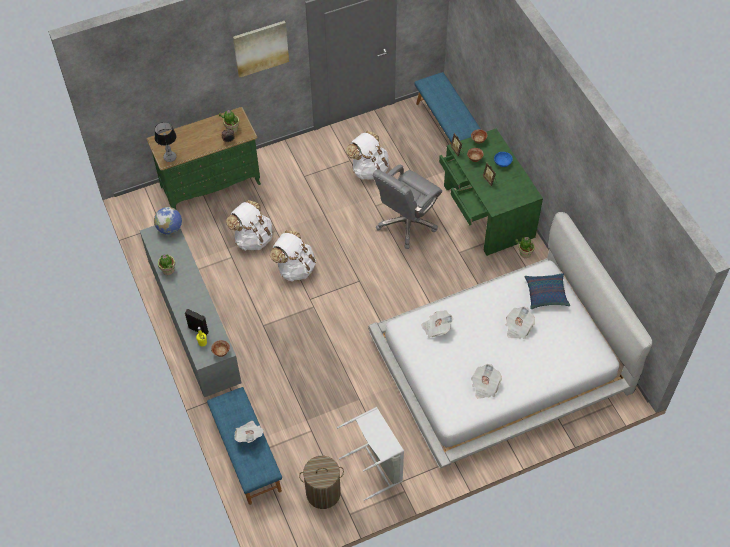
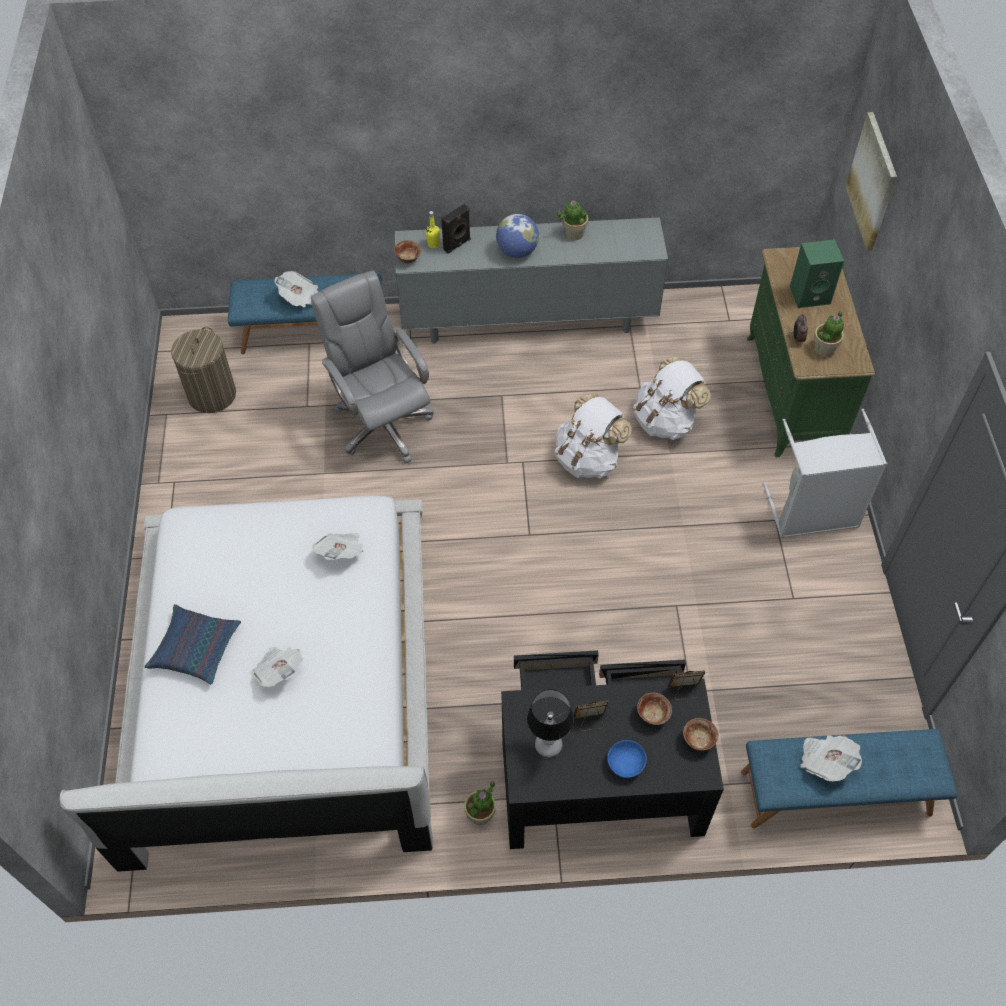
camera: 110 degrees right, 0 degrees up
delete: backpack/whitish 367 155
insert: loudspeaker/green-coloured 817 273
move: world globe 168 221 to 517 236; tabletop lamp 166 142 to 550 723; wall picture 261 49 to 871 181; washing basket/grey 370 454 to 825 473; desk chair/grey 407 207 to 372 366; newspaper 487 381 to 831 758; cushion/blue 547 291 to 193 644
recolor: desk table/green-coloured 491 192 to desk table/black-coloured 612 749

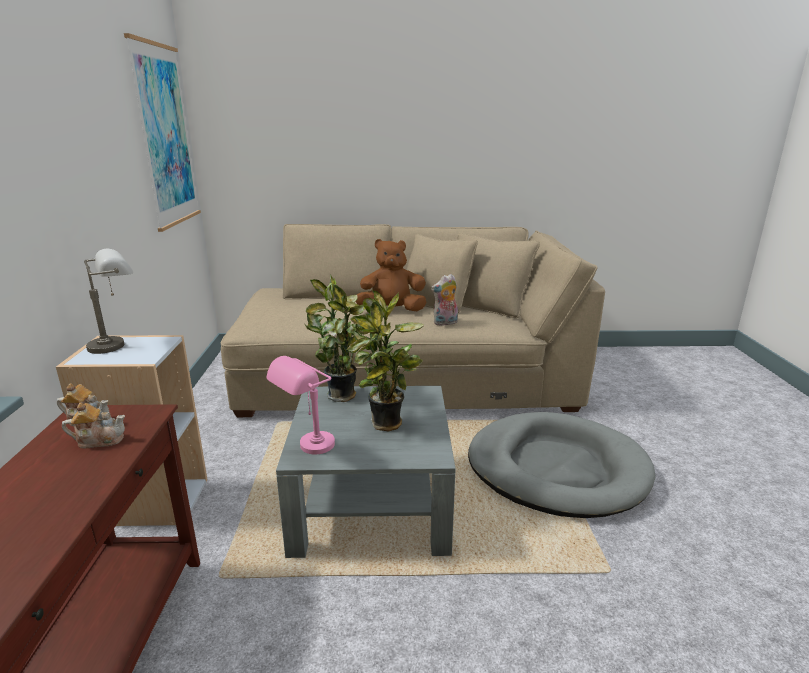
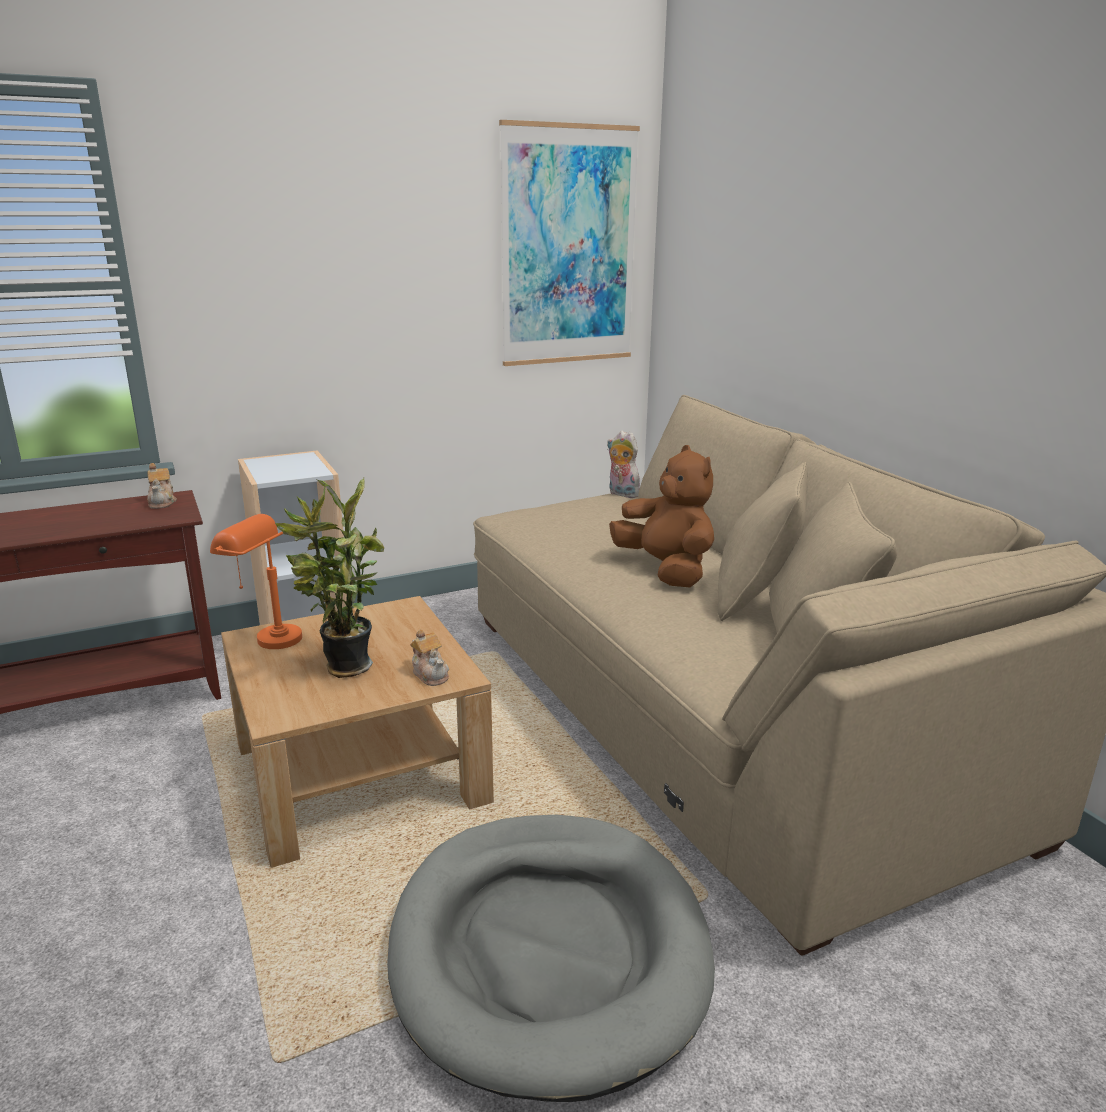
camera: 65 degrees right, 0 degrees up
delete: tabletop lamp/grey 108 301; houseplant 338 338
move: tea pot 93 425 to 429 657; plush toy 444 300 to 623 464
recolor: tabletop lamp/pink 301 405 to tabletop lamp/orange-coloured 256 581; coffee table/grey 366 472 to coffee table/brownish 357 732

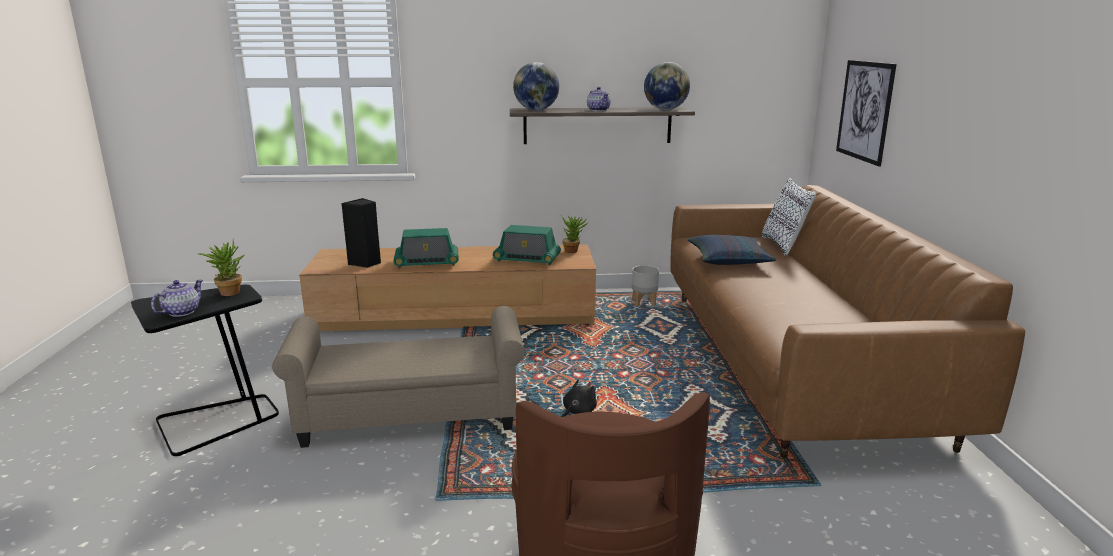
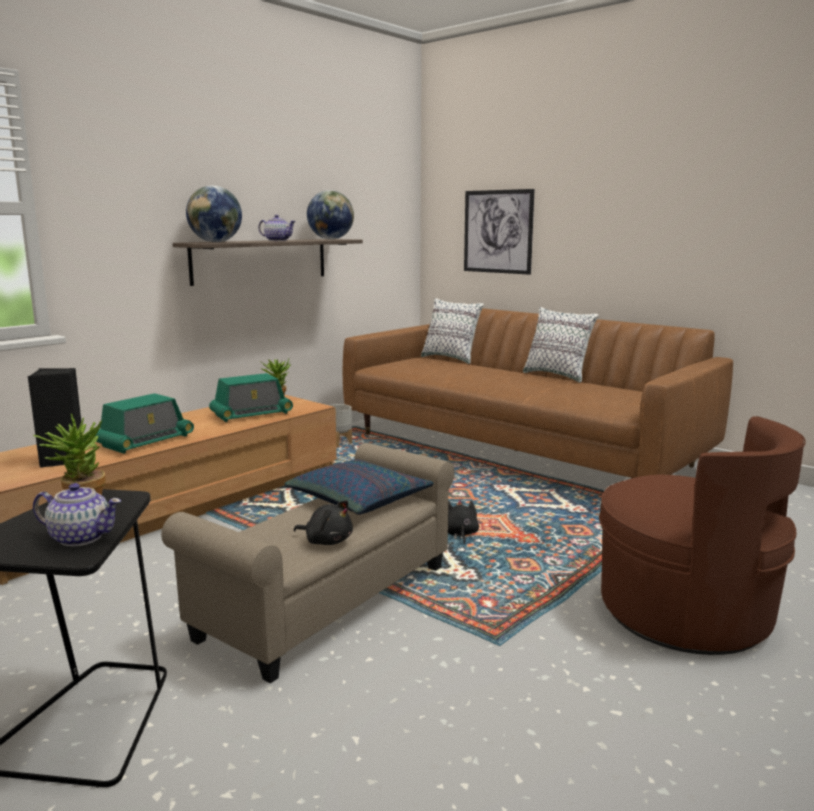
camera: 45 degrees left, 5 degrees down
insert: plush toy/black-coloured 323 522; cushion/whitish 560 345
move: cushion/blue 732 250 to 359 487
rotate: tea pot 177 298 = 77 514 120 degrees clockwise

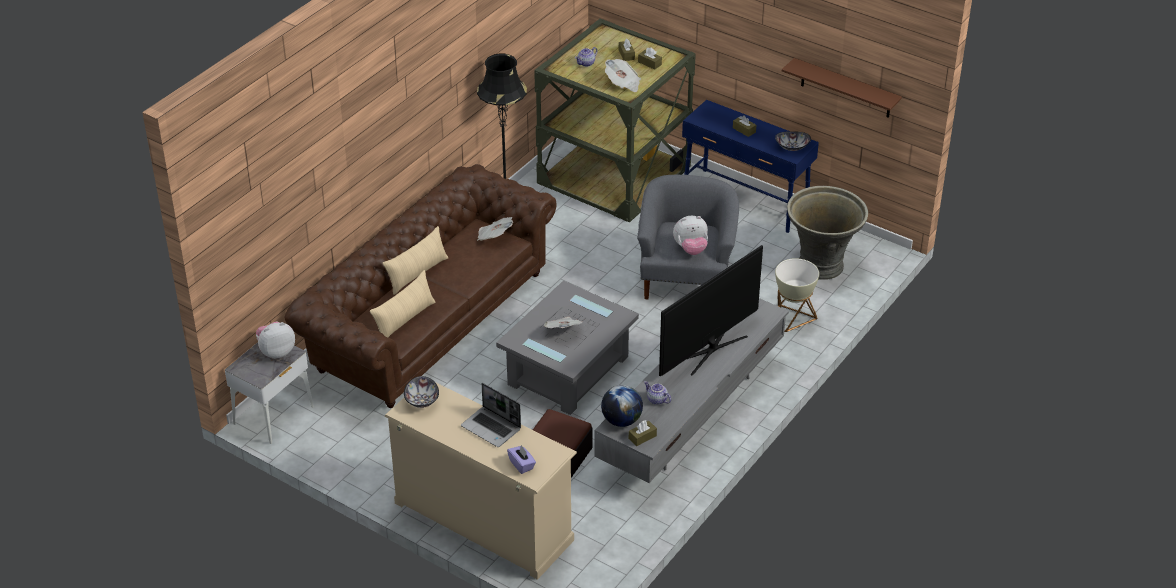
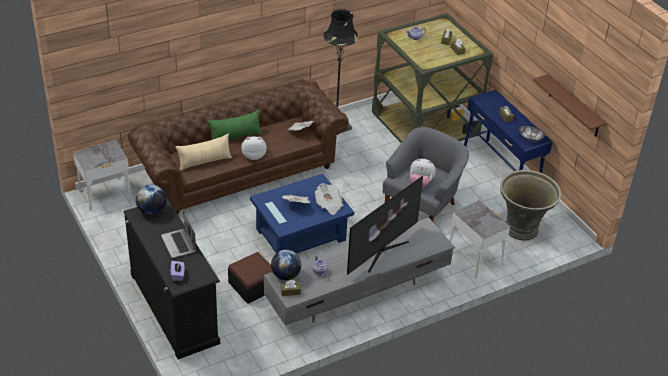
camera: 25 degrees right, 0 degrees up
move: plush toy 275 340 to 254 148; newspaper 623 75 to 329 199
replace: serving bowl 421 392 to world globe 151 200; flower pot 797 295 to accent table 479 239
recolor: cushion/sand-coloured 415 260 to cushion/green-coloured 234 125; cabinet/sand-coloured 481 481 to cabinet/black-coloured 171 278; coffee table/grey 567 348 to coffee table/blue 302 214
rotate: television 711 310 = 385 225 150 degrees clockwise

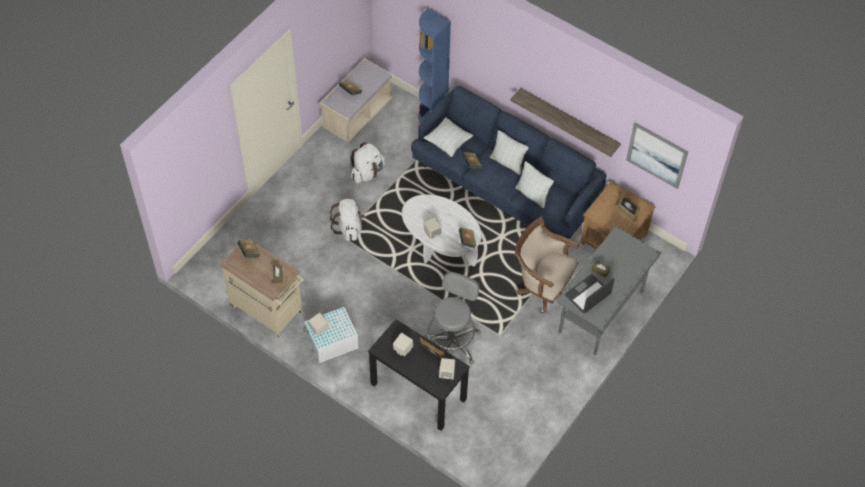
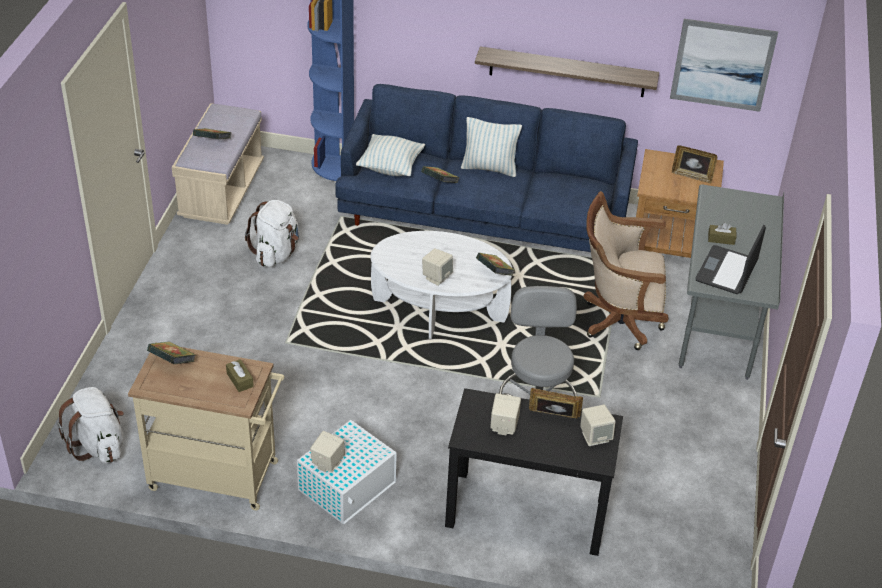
camera: 25 degrees left, 15 degrees down
delete: cushion 534 184
move: backpack/whitish 347 220 to 90 425

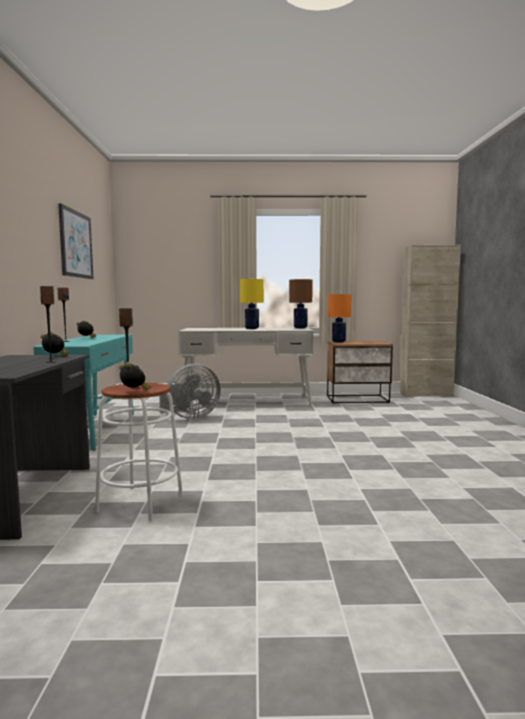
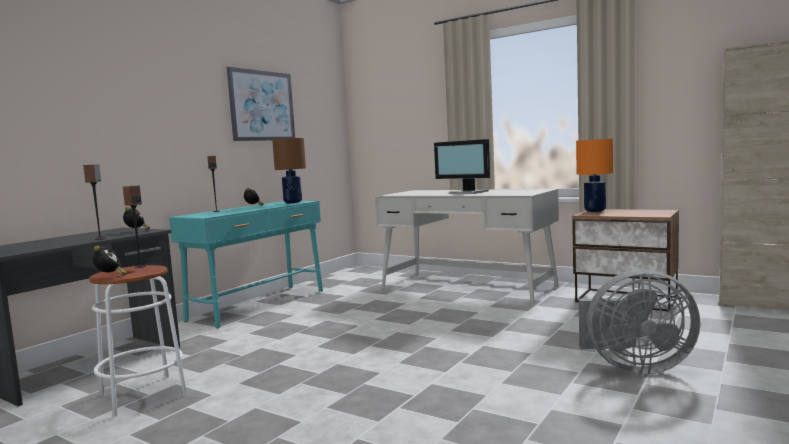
camera: 35 degrees right, 0 degrees up
move: fan/grey 190 391 to 640 322; tabletop lamp/brownish 301 303 to 289 171
replace: tabletop lamp/yellowish 252 304 to computer display 462 166

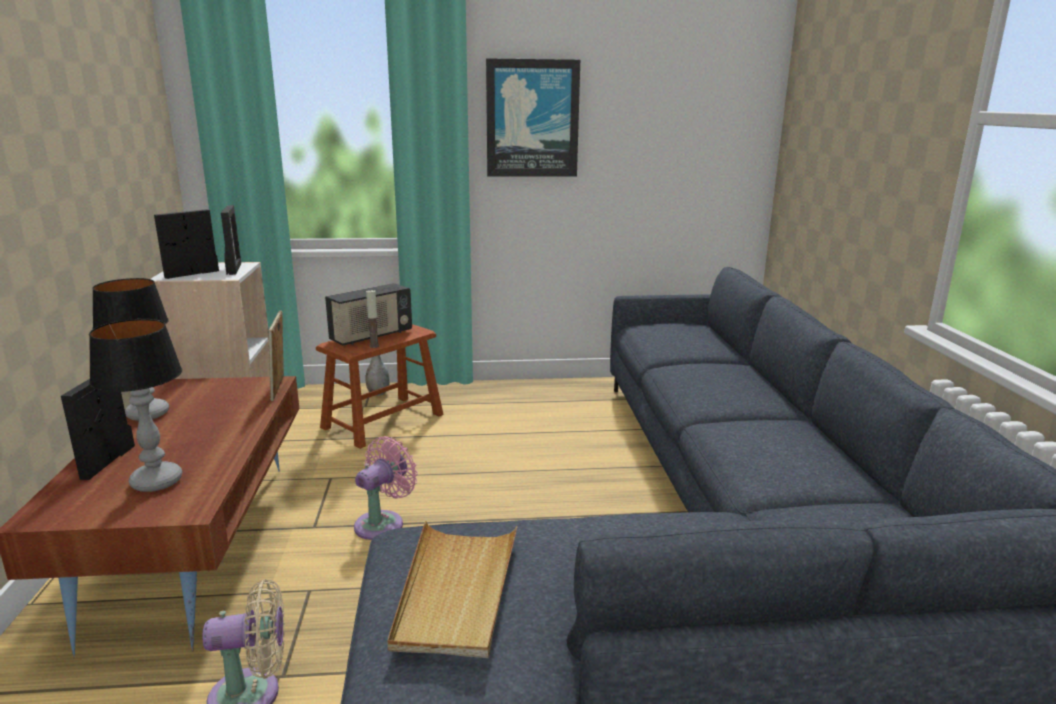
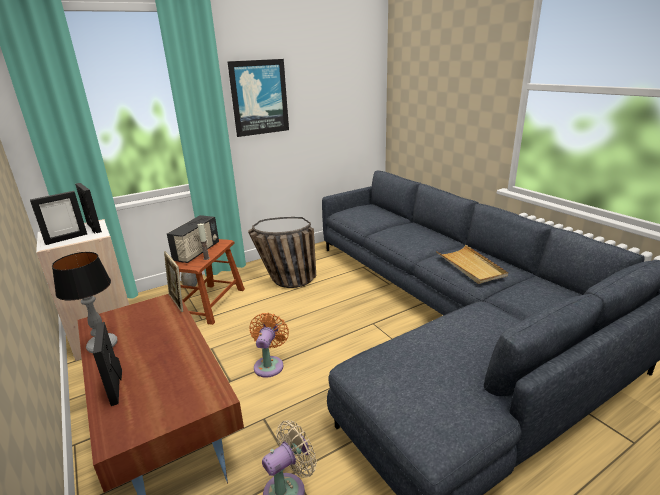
camera: 25 degrees left, 5 degrees up
delete: tabletop lamp 135 405
insert: basket 282 252
move: carrying tray/sand-coloured 452 589 to 472 264
recolor: fan/pink 386 488 to fan/orange-coloured 269 345
rotate: picture frame 186 244 = 58 218 150 degrees counterclockwise

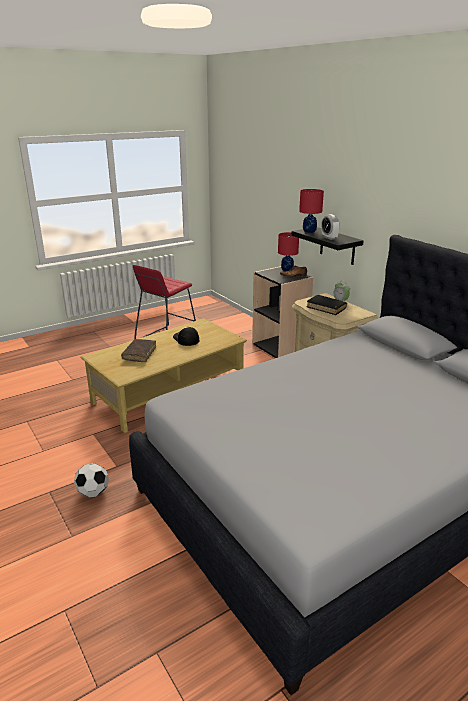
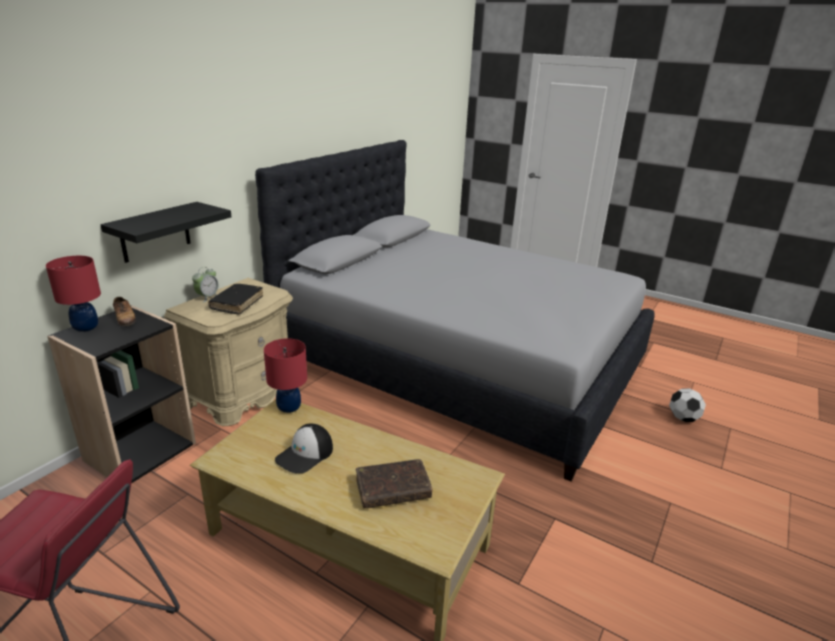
camera: 115 degrees left, 0 degrees up
delete: table clock 330 227
move: football 91 480 to 687 405; tabletop lamp/reddish 311 211 to 285 375

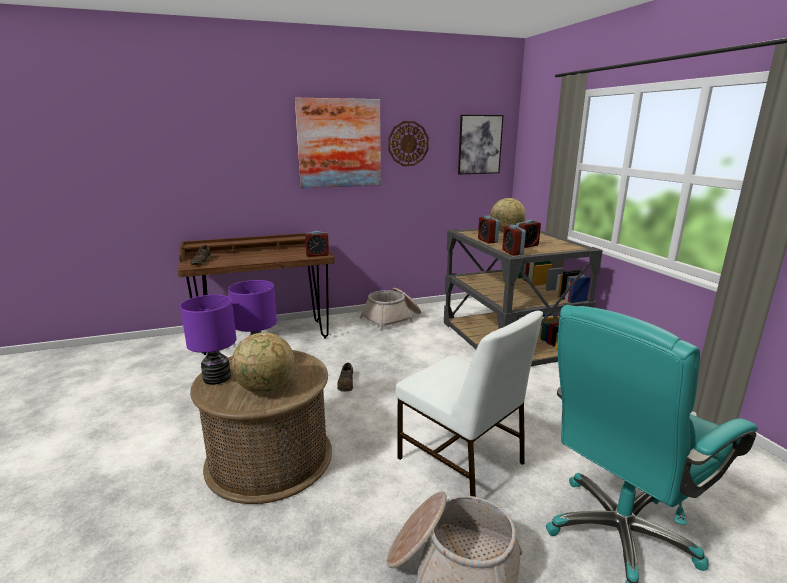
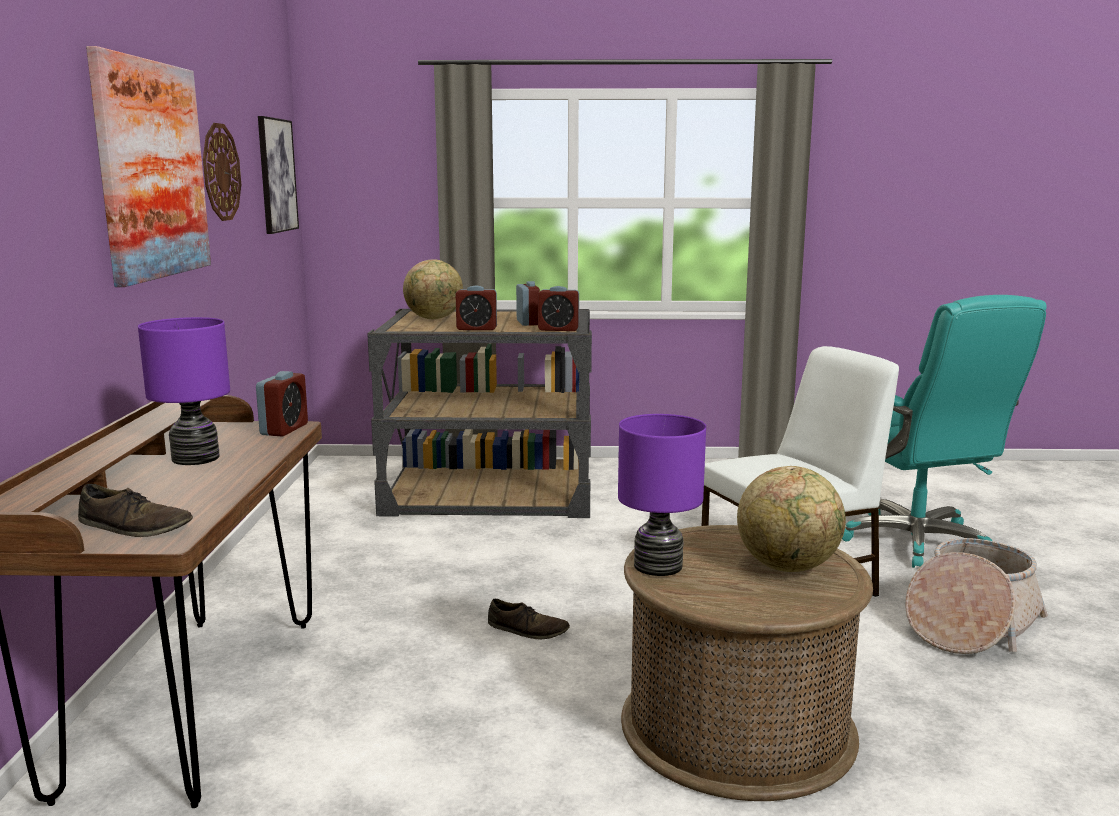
camera: 70 degrees left, 5 degrees down
delete: basket 390 309
move: tabletop lamp/purple-coloured 208 340 to 184 391

